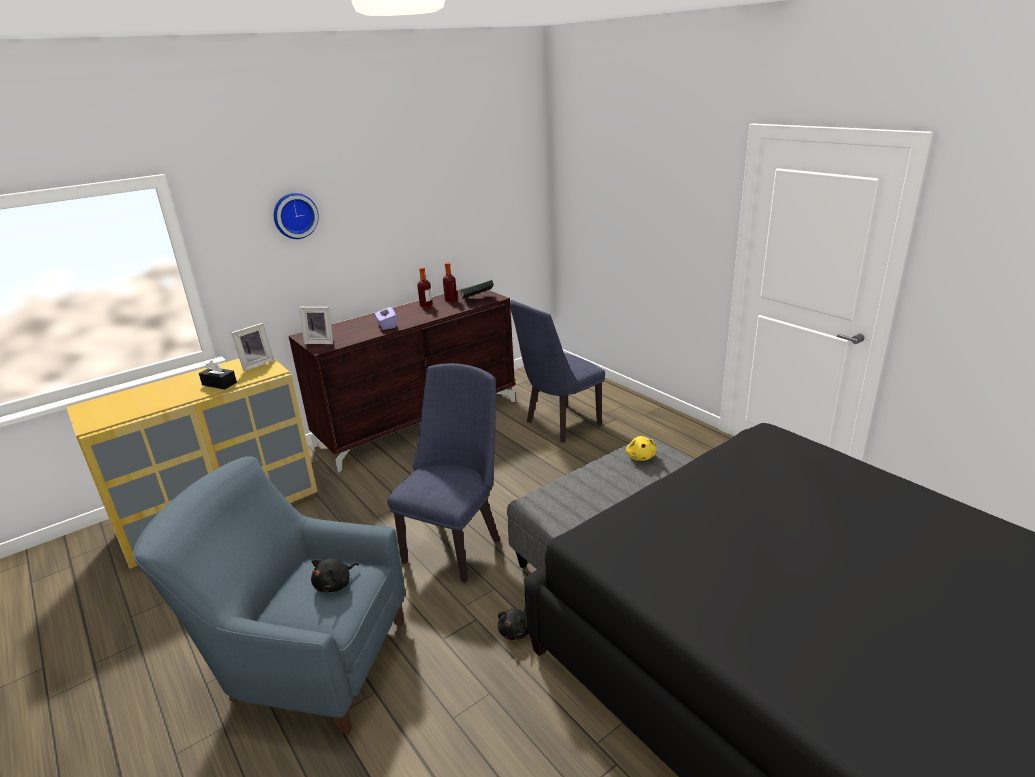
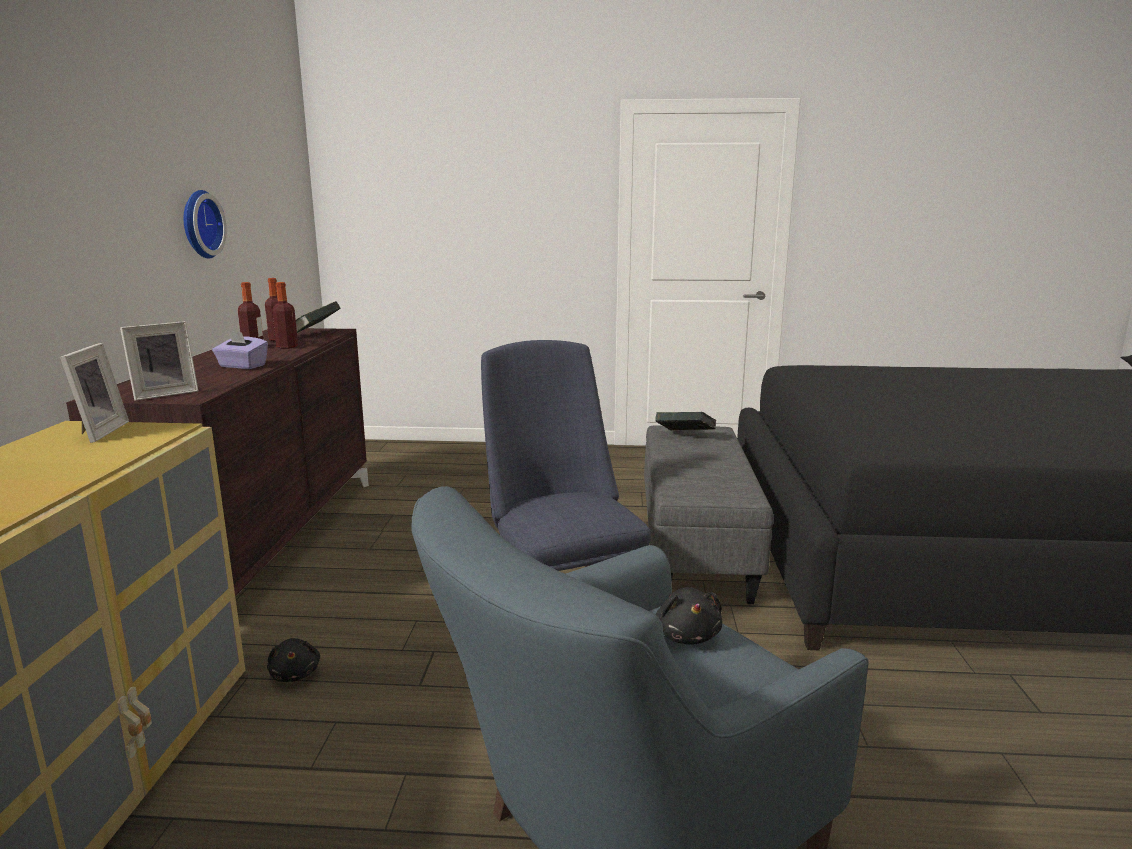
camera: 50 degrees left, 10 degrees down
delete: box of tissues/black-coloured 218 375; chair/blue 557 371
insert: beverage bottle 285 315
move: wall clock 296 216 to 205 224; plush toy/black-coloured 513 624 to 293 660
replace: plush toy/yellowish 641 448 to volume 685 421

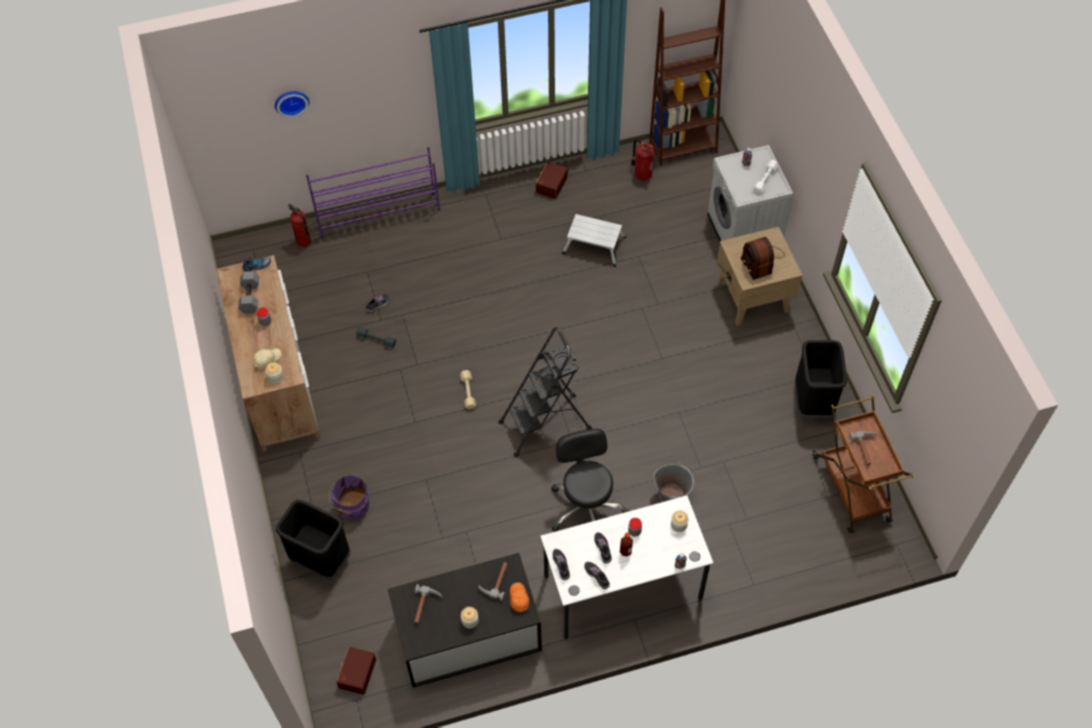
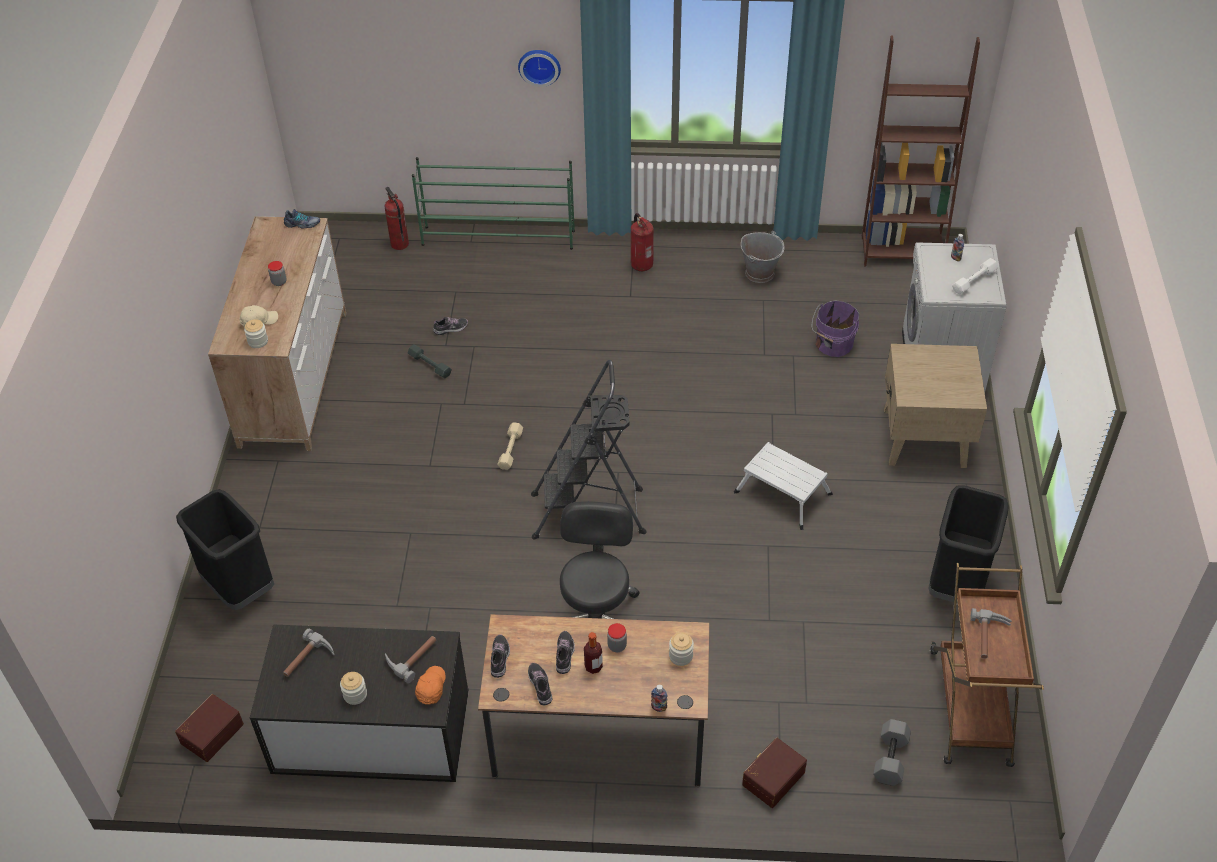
camera: 20 degrees right, 10 degrees down
delete: radio receiver 763 258
move: dumbbell/grey 248 292 to 892 752; wall clock 292 104 to 539 68; water bucket/purple-coloured 349 497 to 835 328; storage bin/brownish 552 180 to 774 773; stepladder/whitish 594 240 to 783 486; fire extinguisher 642 159 to 642 242; water bucket/grey 673 482 to 763 257
recolor: shoe shelf/purple-coloured 373 192 to shoe shelf/green-coloured 493 203; desk table/whitish 626 567 to desk table/brownish 593 700

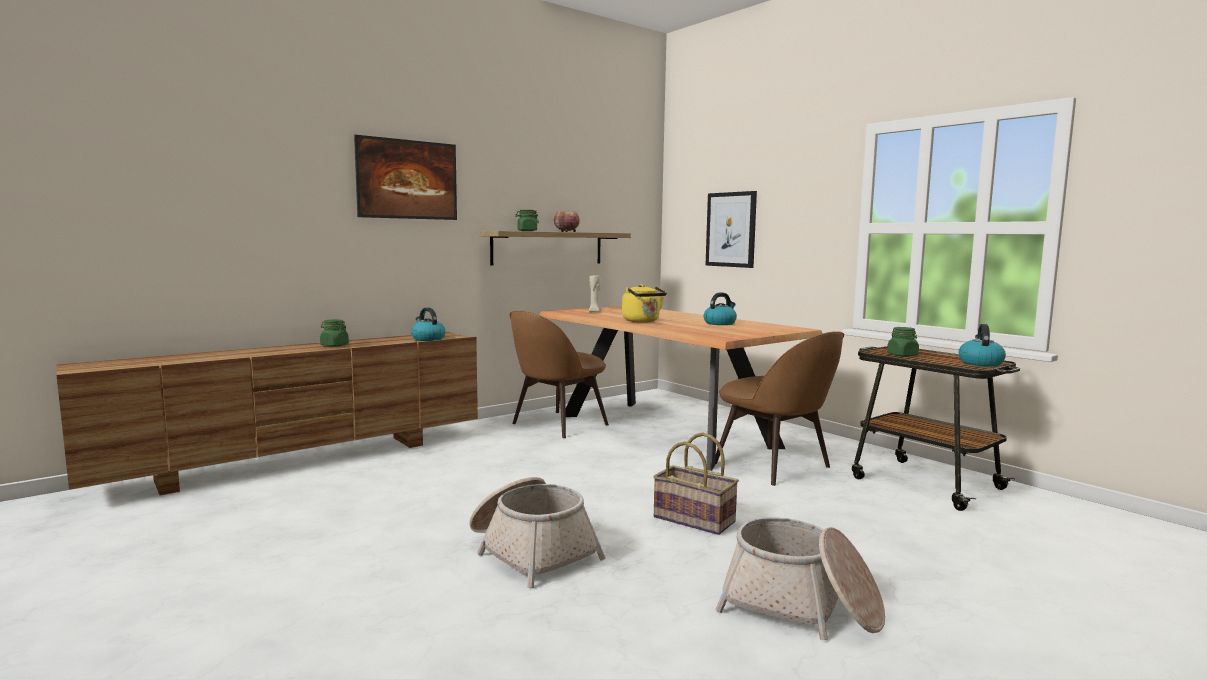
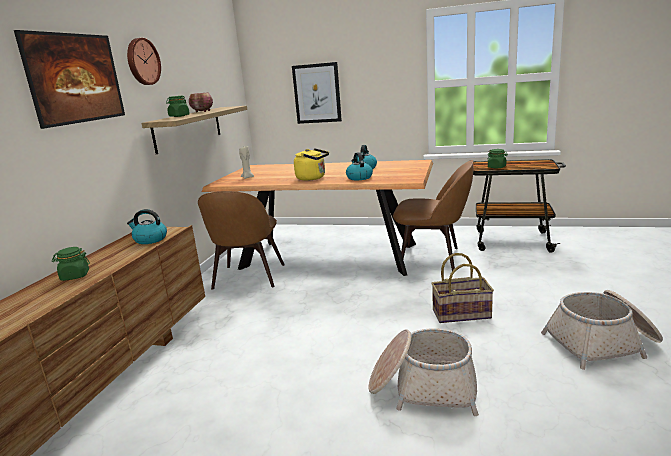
camera: 35 degrees left, 10 degrees up
insert: wall clock 144 61
move: kettle 982 345 to 359 166

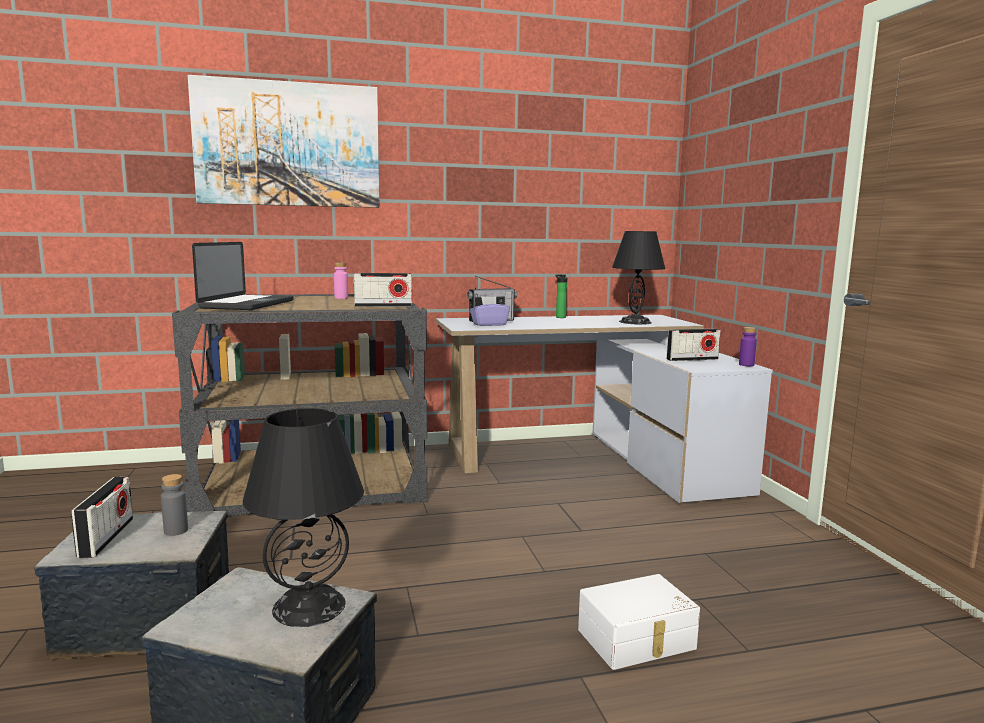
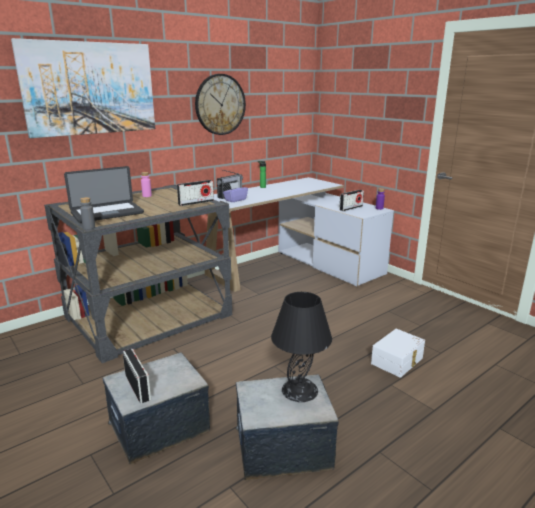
camera: 25 degrees left, 10 degrees up
delete: tabletop lamp/black-coloured 638 278
insert: wall clock 220 104
move: beverage bottle/grey 174 505 to 87 213
rotate: portable computer 243 276 = 104 194 75 degrees clockwise

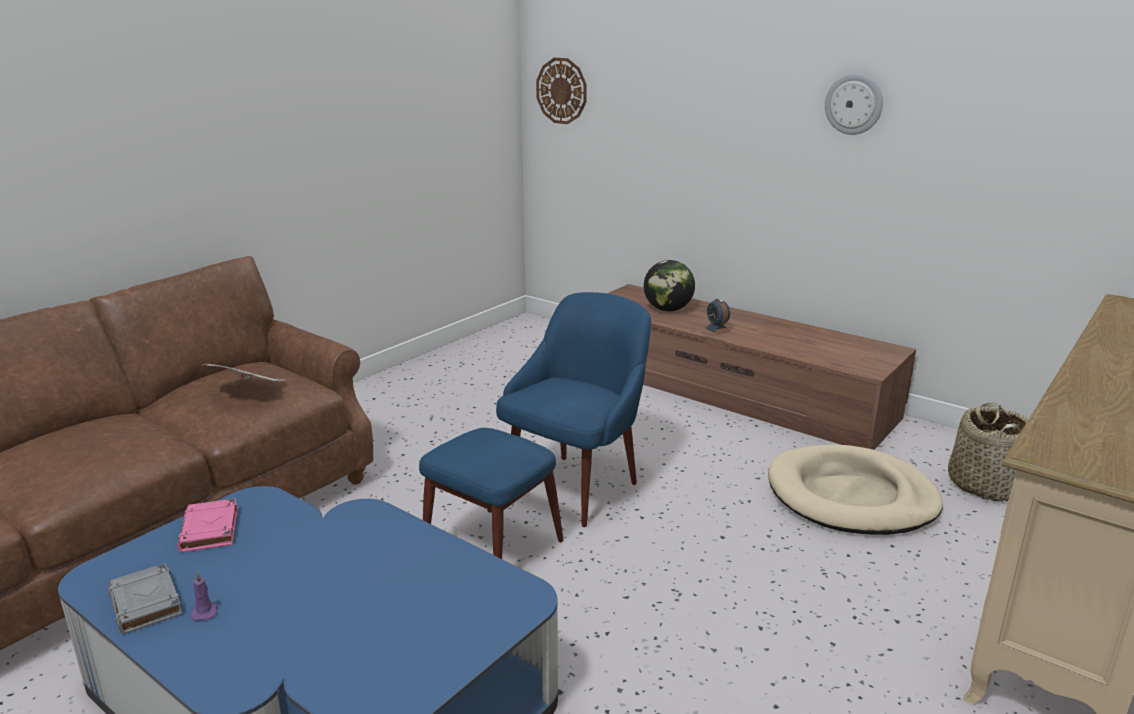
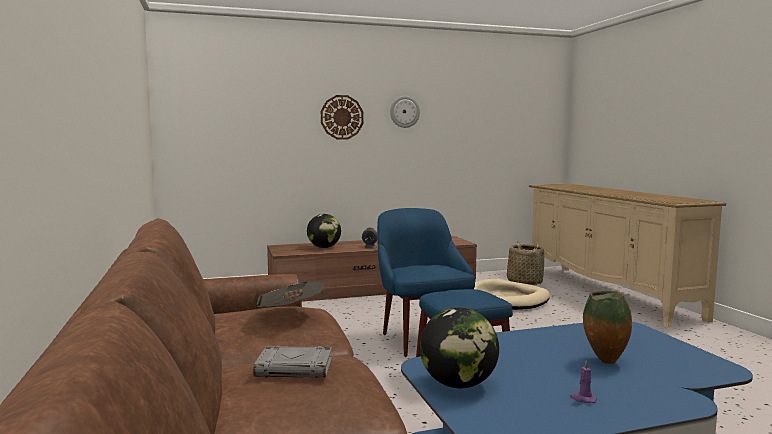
camera: 55 degrees left, 15 degrees down
insert: vase 607 327
move: volume/grey 145 598 to 292 362; wall clock 561 91 to 342 117
replace: volume/pink 207 525 to world globe 459 347

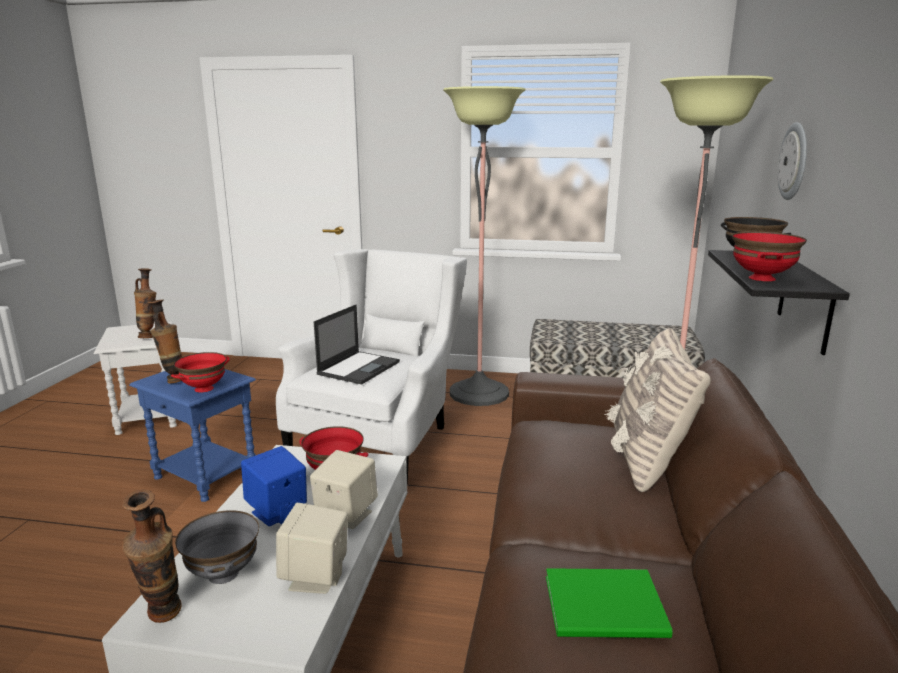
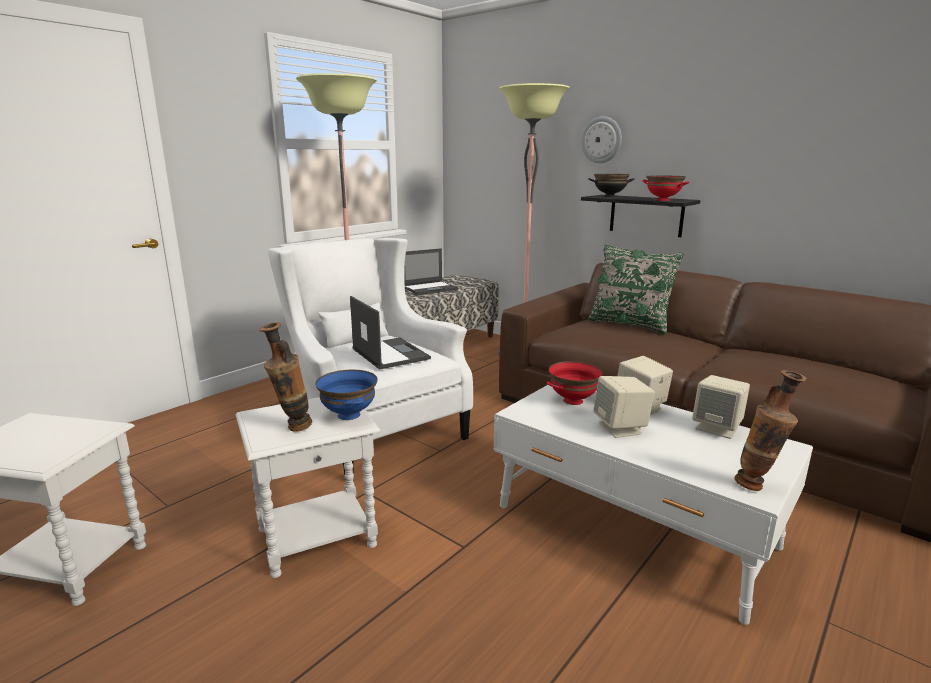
camera: 60 degrees left, 0 degrees up
delete: vase 145 303; serving bowl/grey 217 547; volume/green-coloured 609 603
insert: portable computer 431 271
recolor: accent table/blue 192 435 to accent table/whitish 308 487; serving bowl/reddish 200 372 to serving bowl/blue 346 395; loudspeaker/blue 274 486 to loudspeaker/sand-coloured 624 407; cushion/sand-coloured 657 410 to cushion/green-coloured 636 289

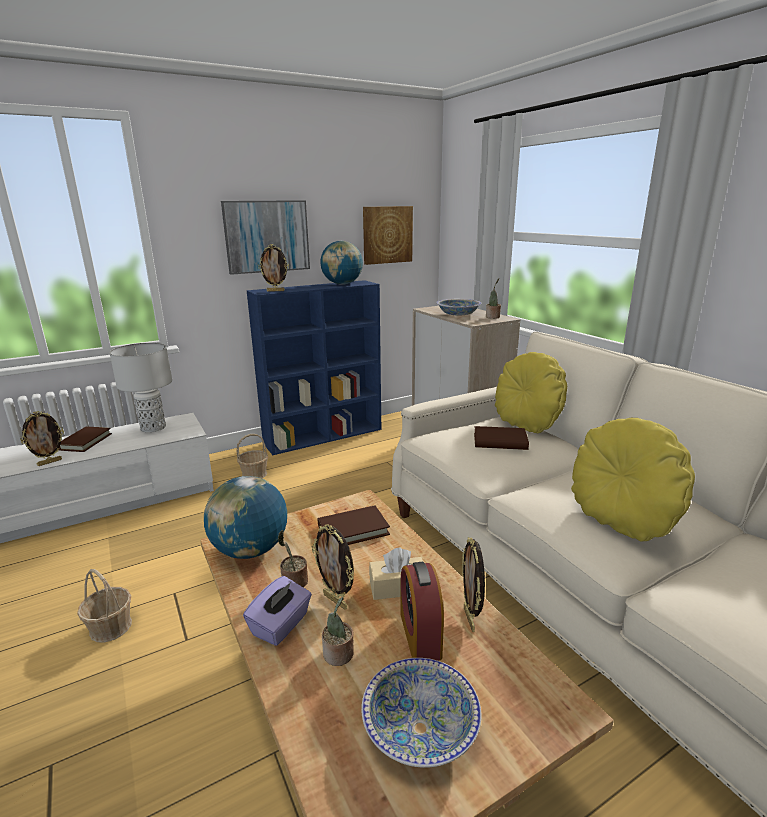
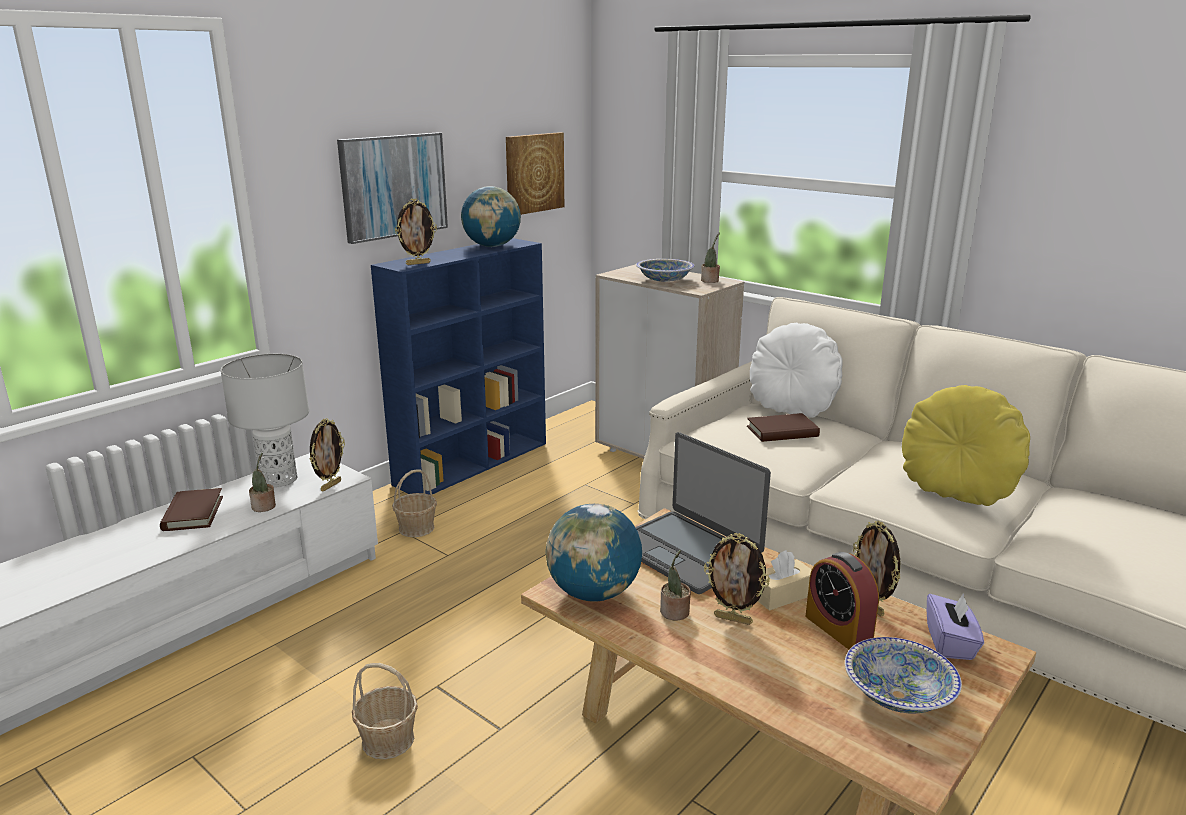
camera: 20 degrees left, 0 degrees up
move: picture frame 42 438 to 327 455; box of tissues/purple-coloured 277 611 to 955 626; houseplant 338 631 to 262 482
replace: volume/brownish 354 525 to portable computer 703 513
recolor: cushion/yellowish 531 392 to cushion/whitish 796 370

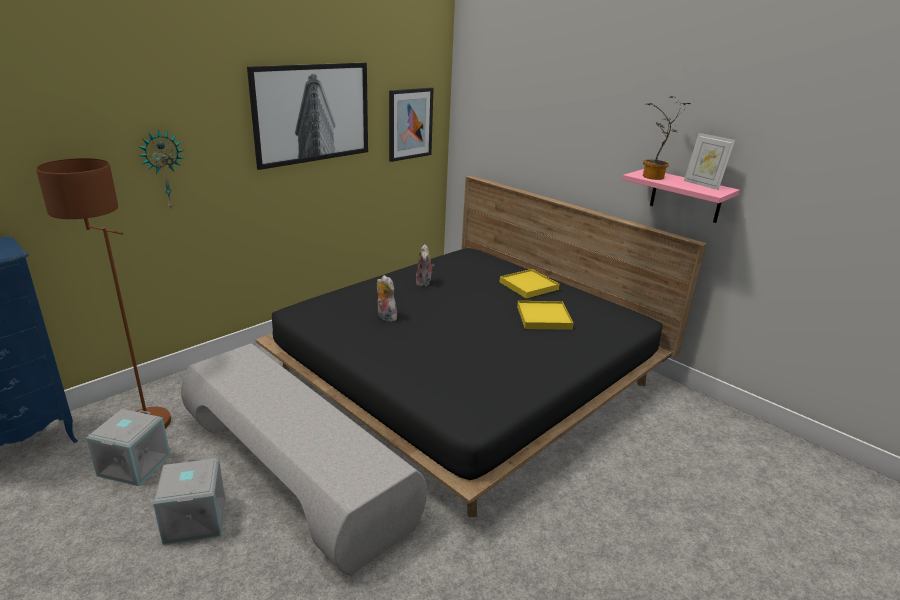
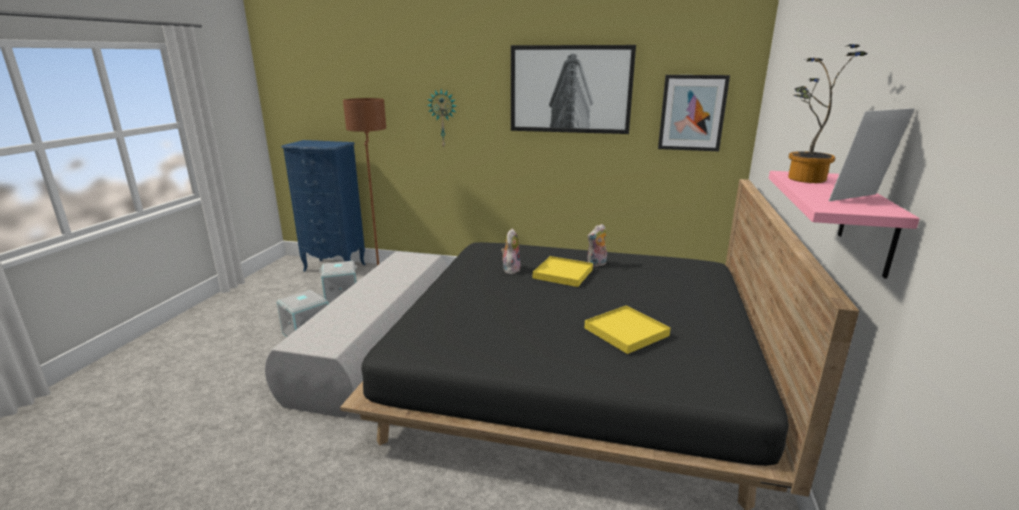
camera: 60 degrees right, 5 degrees down
move: carrying tray/yellowish 530 283 to 563 271
rotate: picture frame 709 161 = 872 154 45 degrees clockwise

